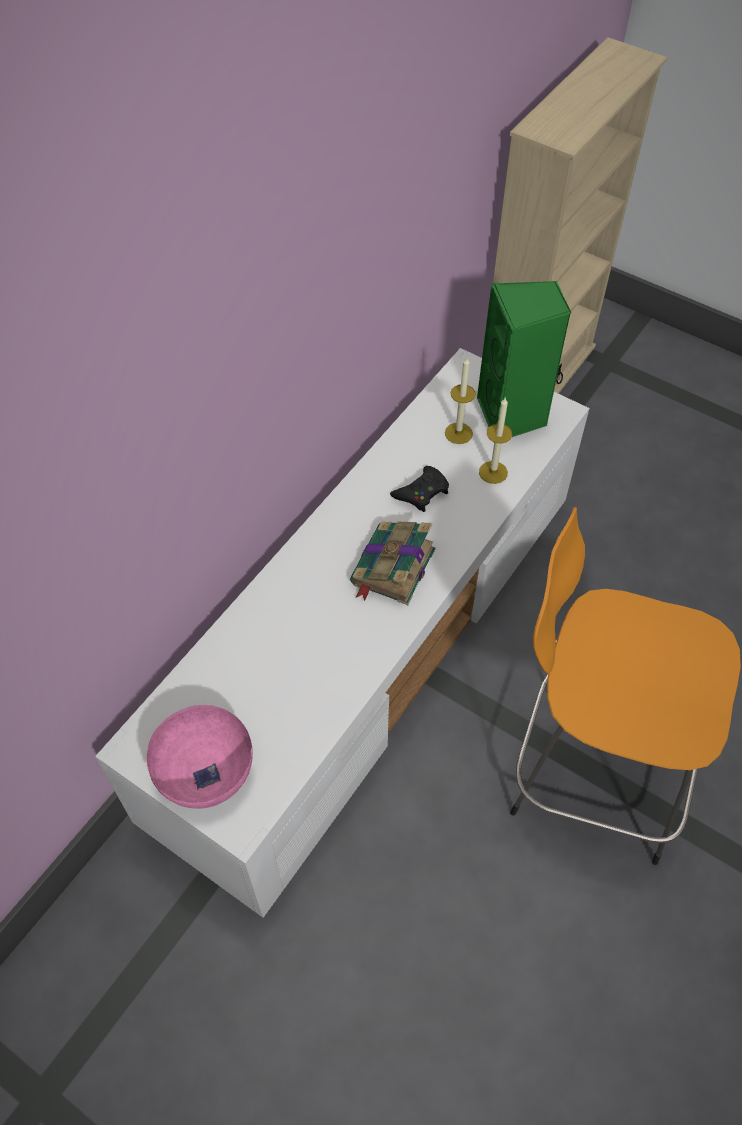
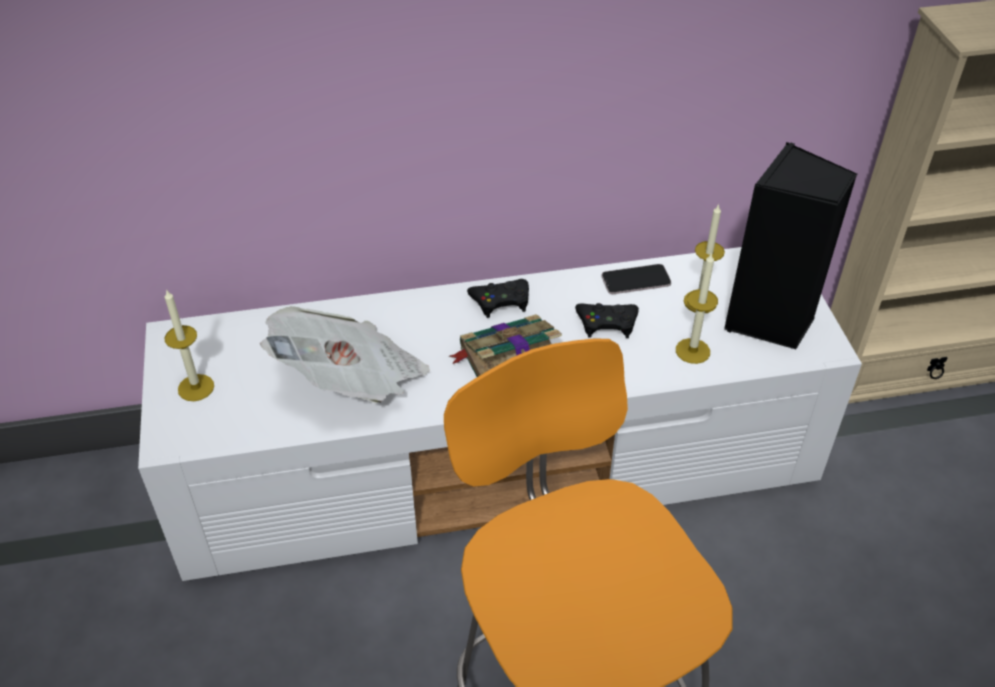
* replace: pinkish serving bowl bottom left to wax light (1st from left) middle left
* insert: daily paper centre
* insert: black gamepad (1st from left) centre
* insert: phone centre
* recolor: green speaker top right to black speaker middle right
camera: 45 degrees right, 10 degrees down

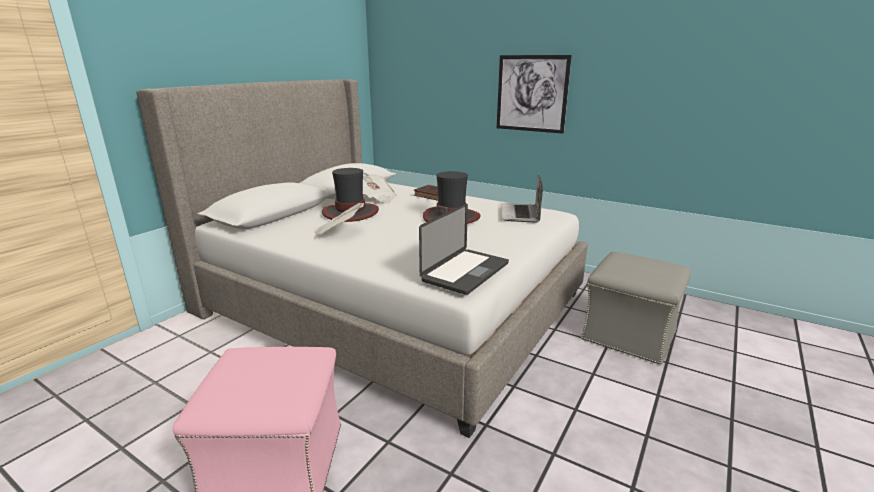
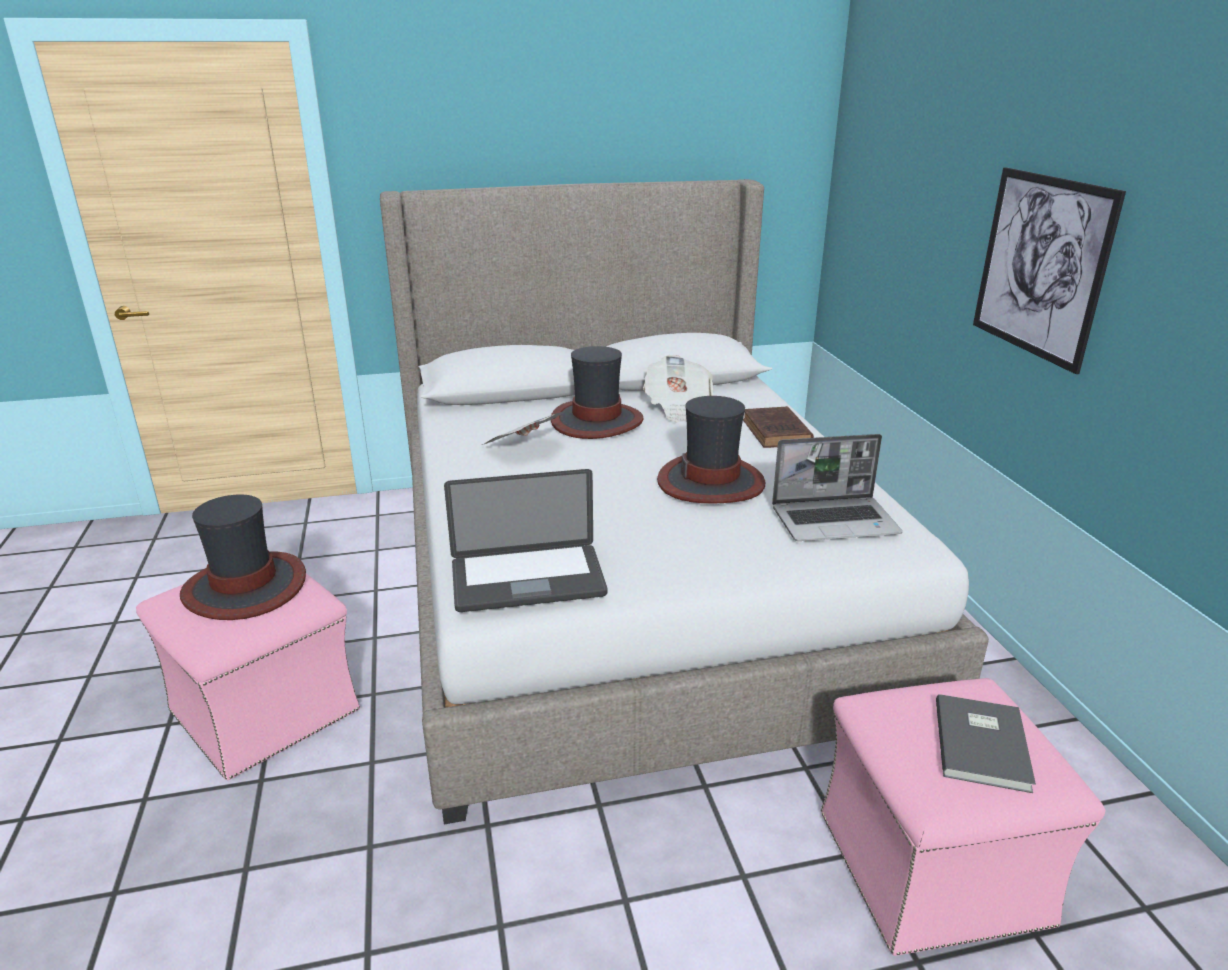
* insert: clothing hat (1st from left) middle left
* rotate: laptop (2nd from left) centre = middle right 150 degrees counterclockwise
* recolor: grey ottoman middle right to pinkish ottoman (2nd from left) bottom right
* insert: grey bound book bottom right
camera: 45 degrees right, 5 degrees up

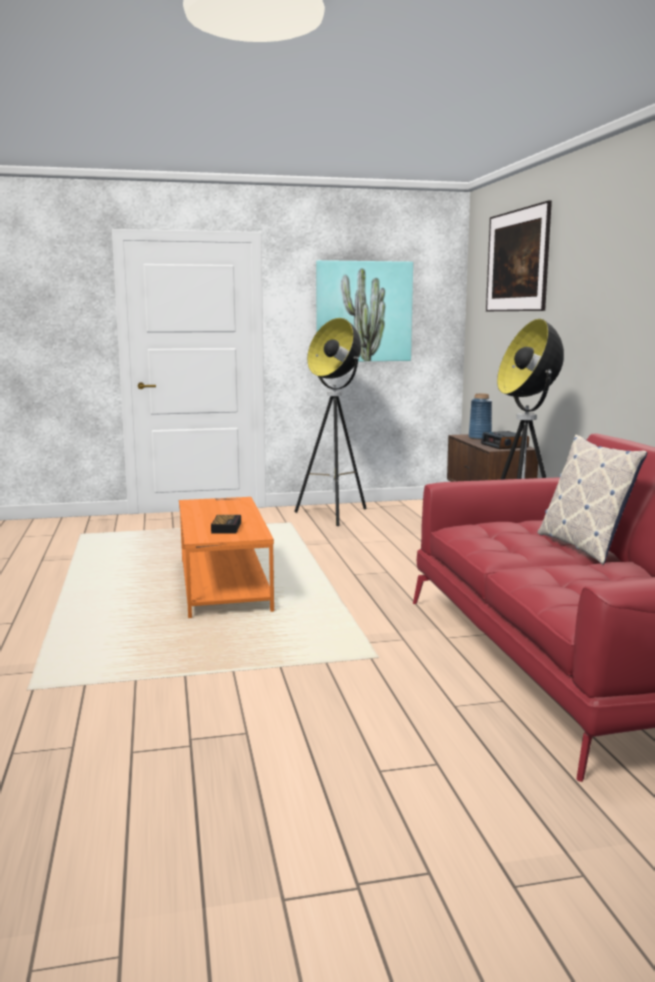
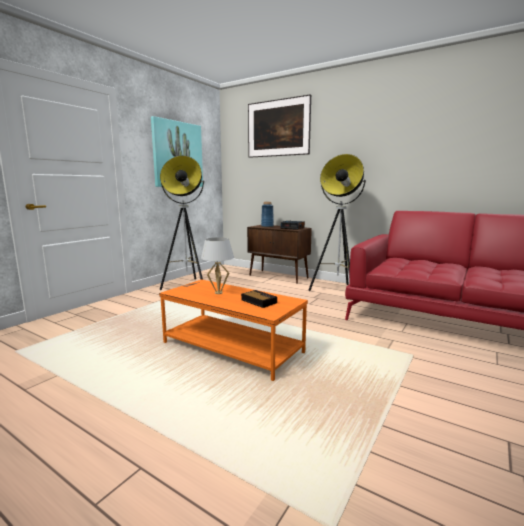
* insert: whitish lamp for a table centre
* delete: pillow middle right
camera: 45 degrees left, 0 degrees up

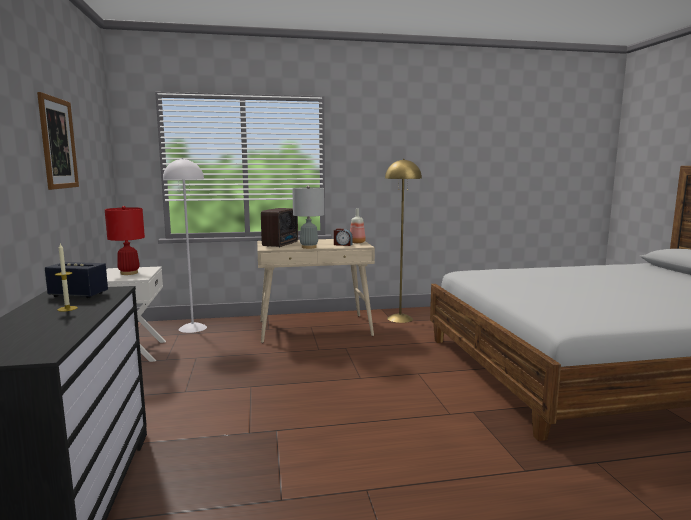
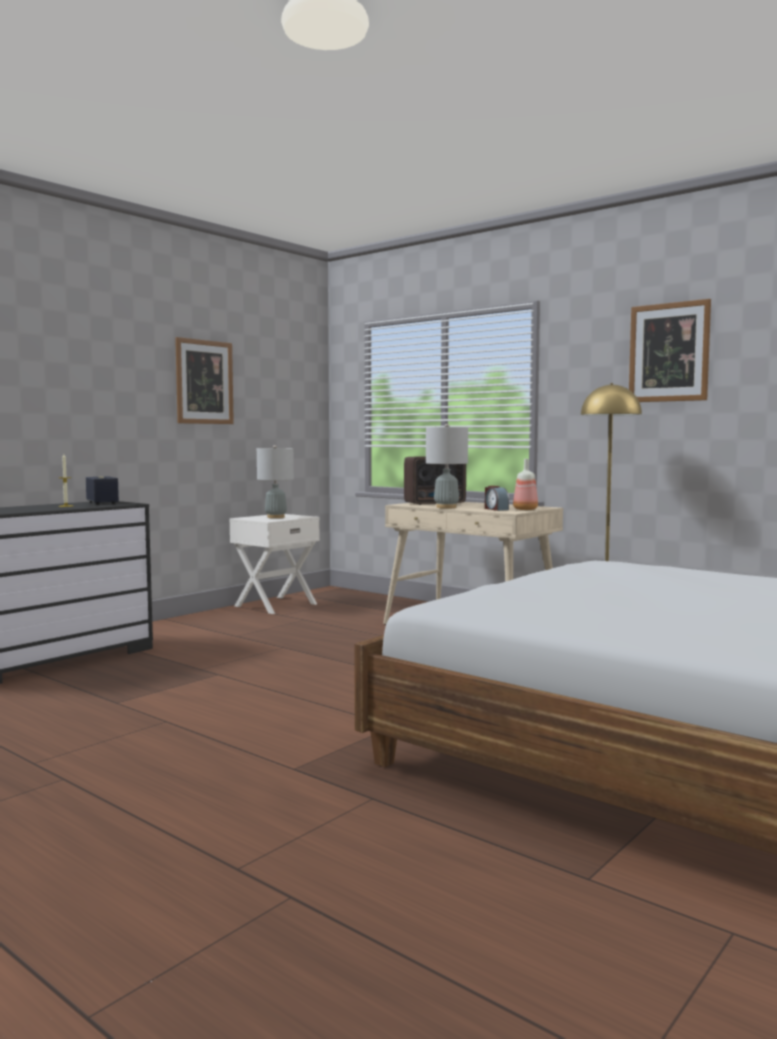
* recolor: red-coloured lamp for a table middle left to grey lamp for a table (1st from left) centre
* insert: picture (2nd from left) middle right
* delete: whitish floor lamp middle left
camera: 50 degrees right, 5 degrees down

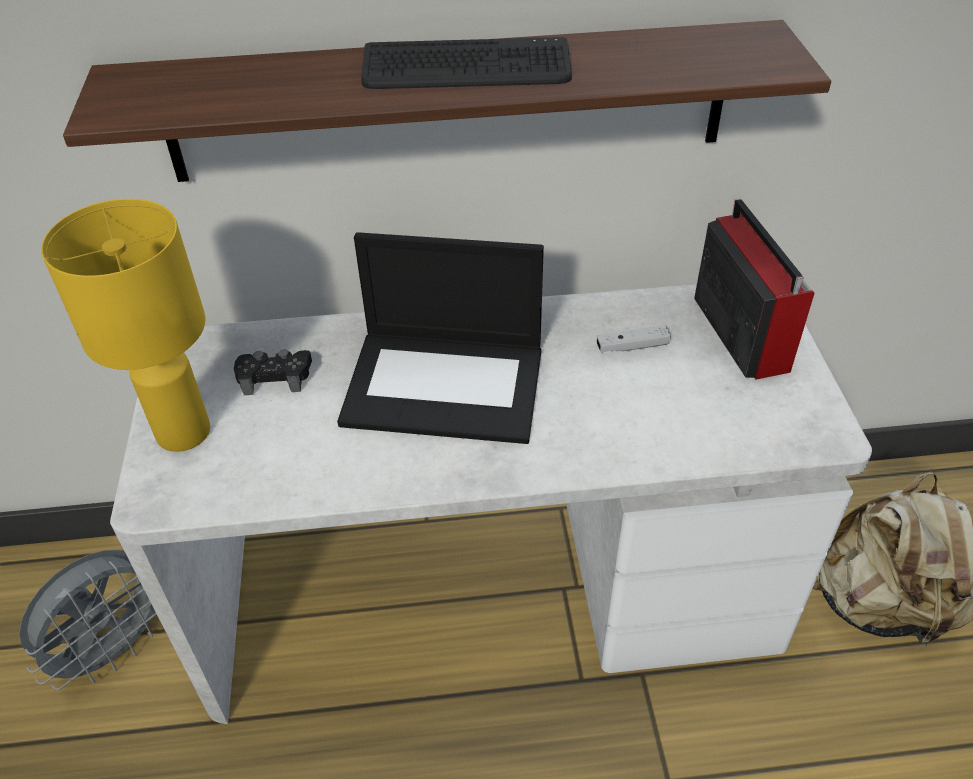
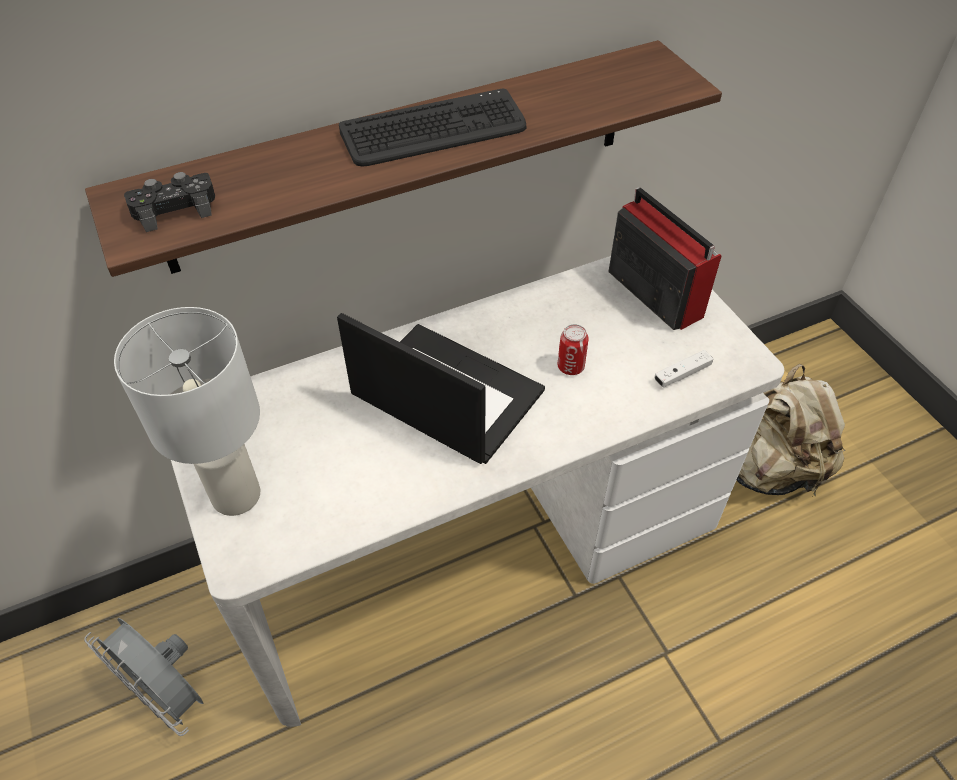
* rotate: grey cooling fan bottom left = bottom left 105 degrees clockwise
* recolor: yellowish lamp for a table middle left to whitish lamp for a table middle left
* move: black gamepad middle left to top left
* rotate: laptop centre = centre 135 degrees counterclockwise
* insert: sealed can centre
* move: whitish gamepad centre to middle right
camera: 20 degrees left, 5 degrees up

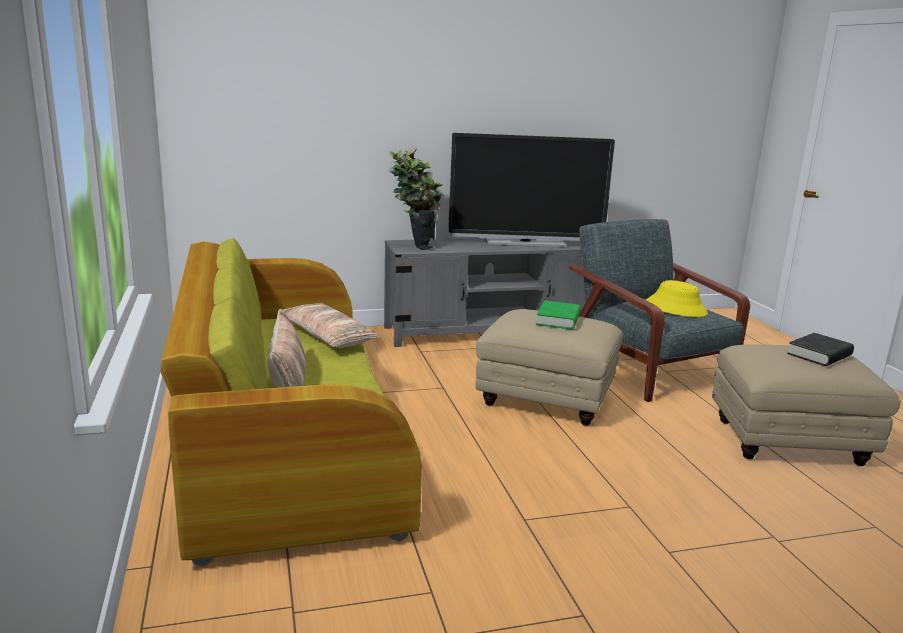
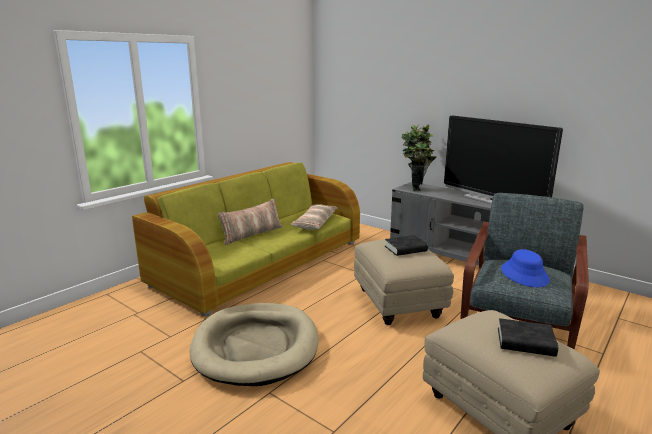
* insert: beige-coloured dog cushion bottom centre
* recolor: green bound book centre to black bound book (1st from left) centre
* recolor: yellowish clothing hat middle right to blue clothing hat middle right
camera: 55 degrees right, 0 degrees up

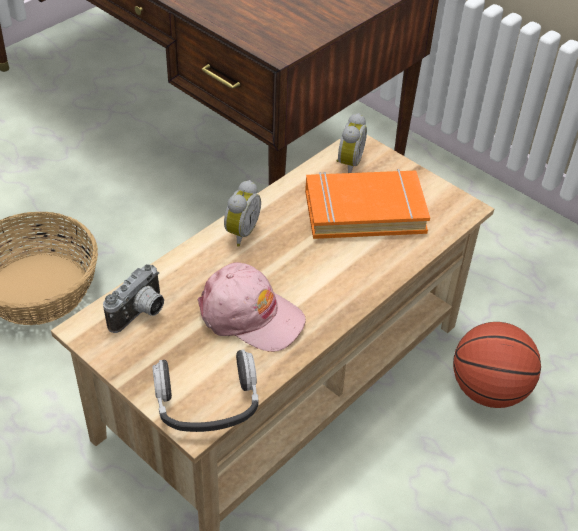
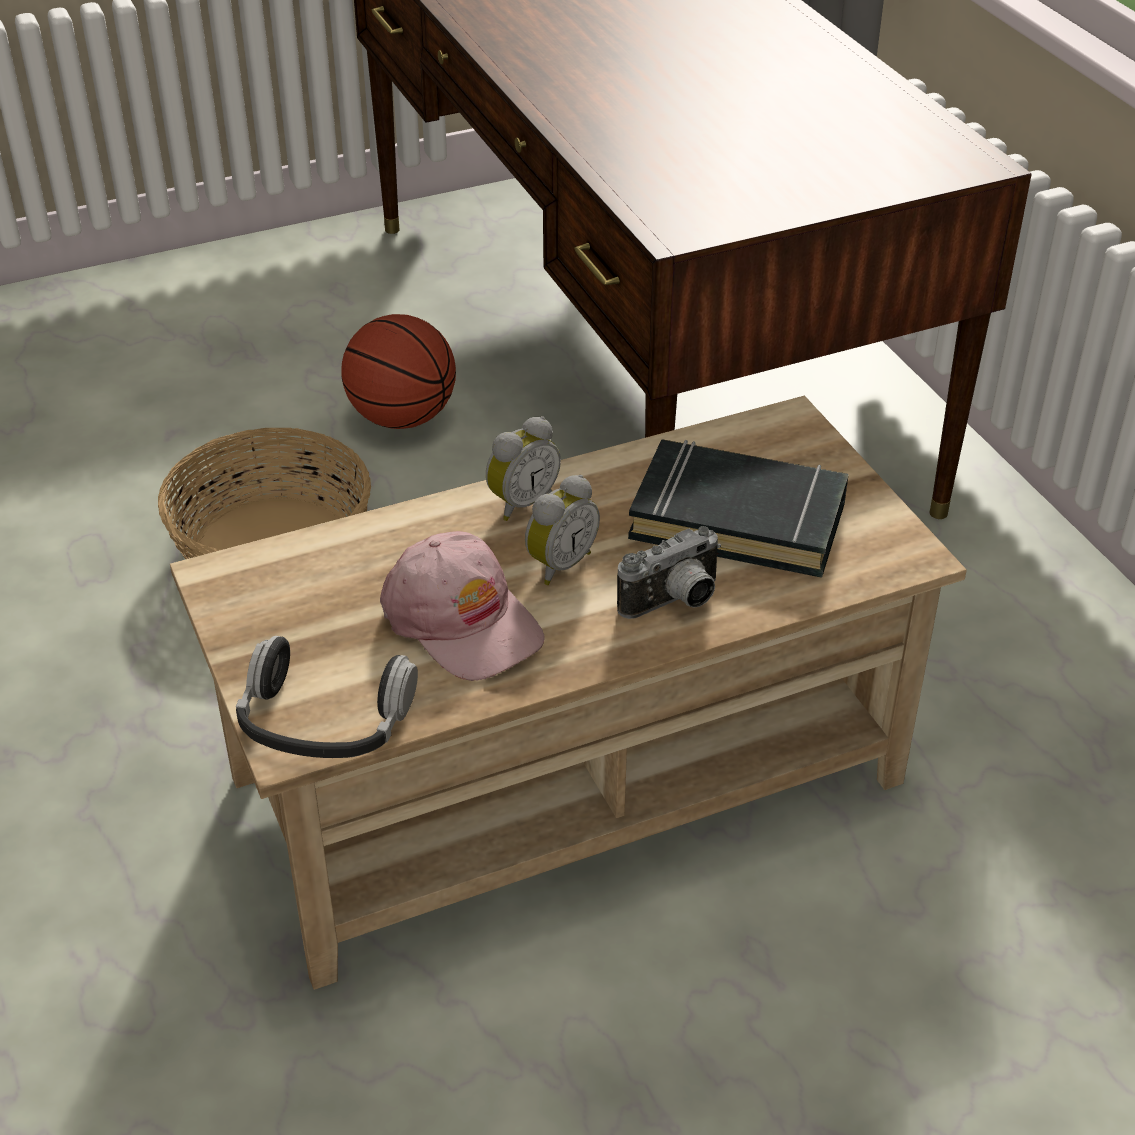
* move: basketball ball bottom right to top centre
* move: table clock (2nd from left) top centre to centre
* move: photo camera middle left to centre
* recolor: orange bound book centre to black bound book centre
camera: 25 degrees right, 5 degrees down

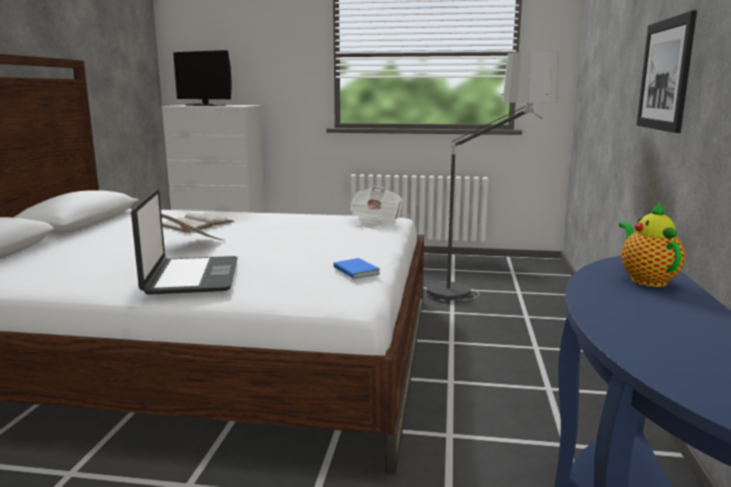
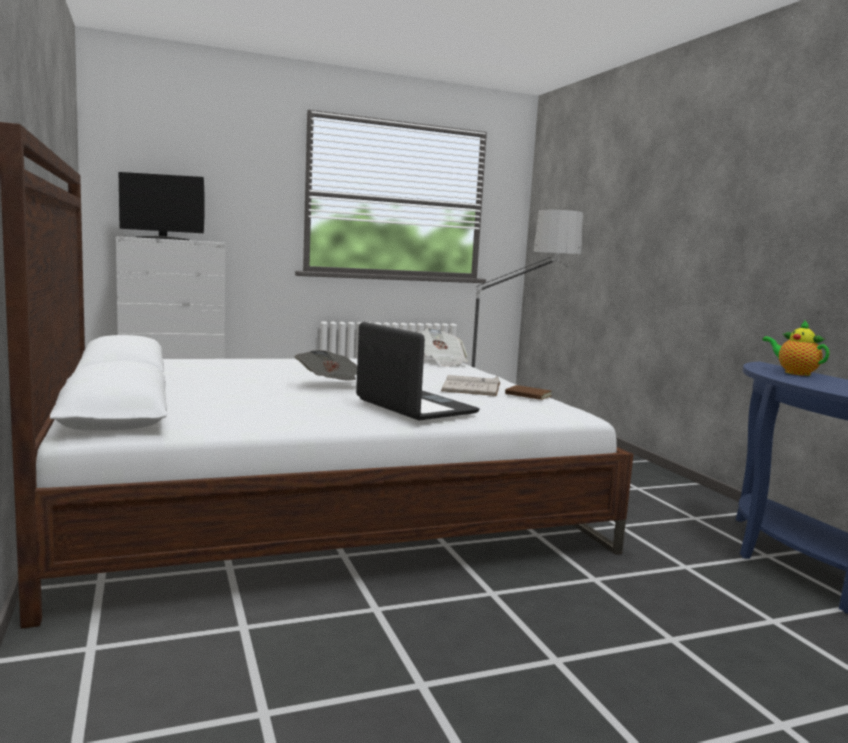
* move: whitish bound book middle left to centre
* recolor: blue bound book centre to brownish bound book centre
* delete: picture top right
camera: 30 degrees left, 5 degrees down

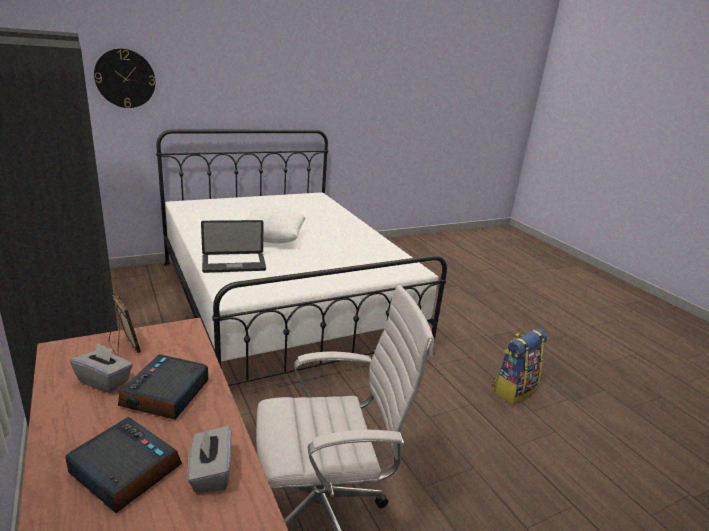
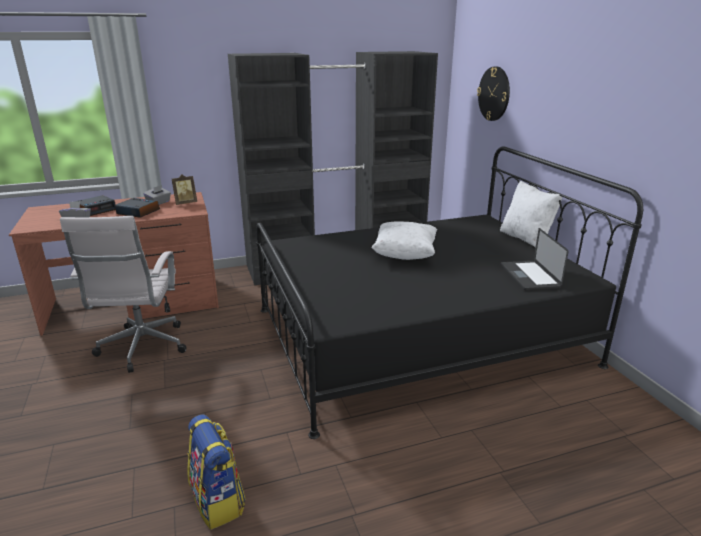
* recolor: whitish bed centre to black bed centre
* insert: whitish pillow (2nd from left) middle right
* move: laptop middle left to middle right
camera: 100 degrees right, 0 degrees up

